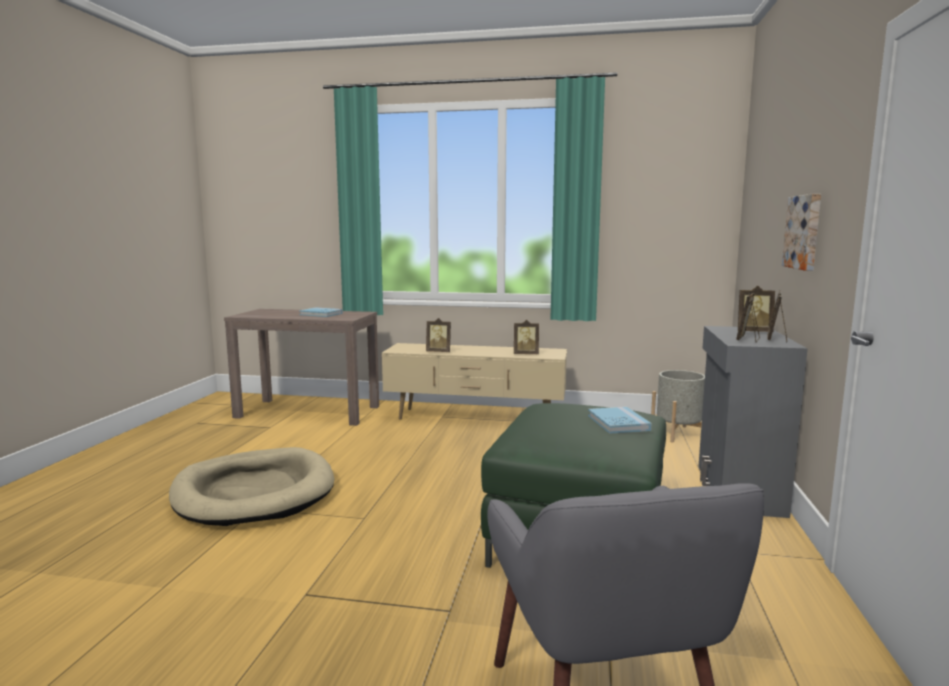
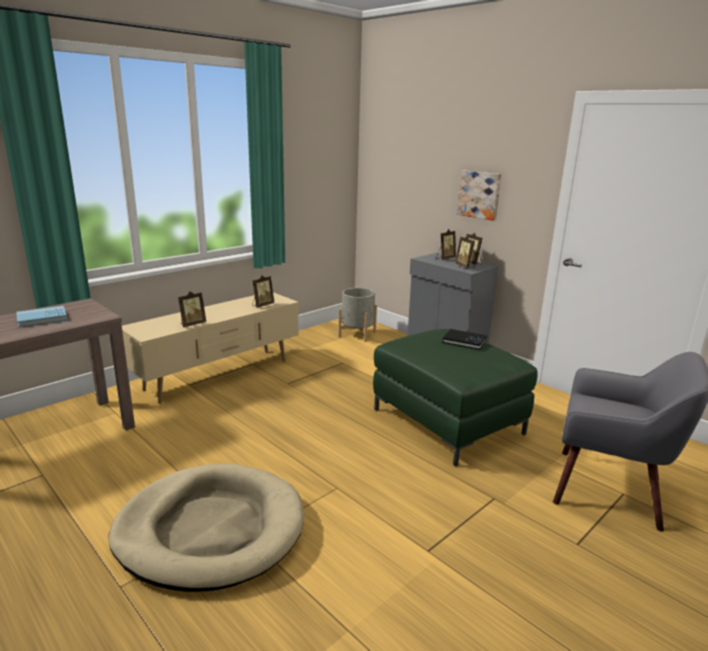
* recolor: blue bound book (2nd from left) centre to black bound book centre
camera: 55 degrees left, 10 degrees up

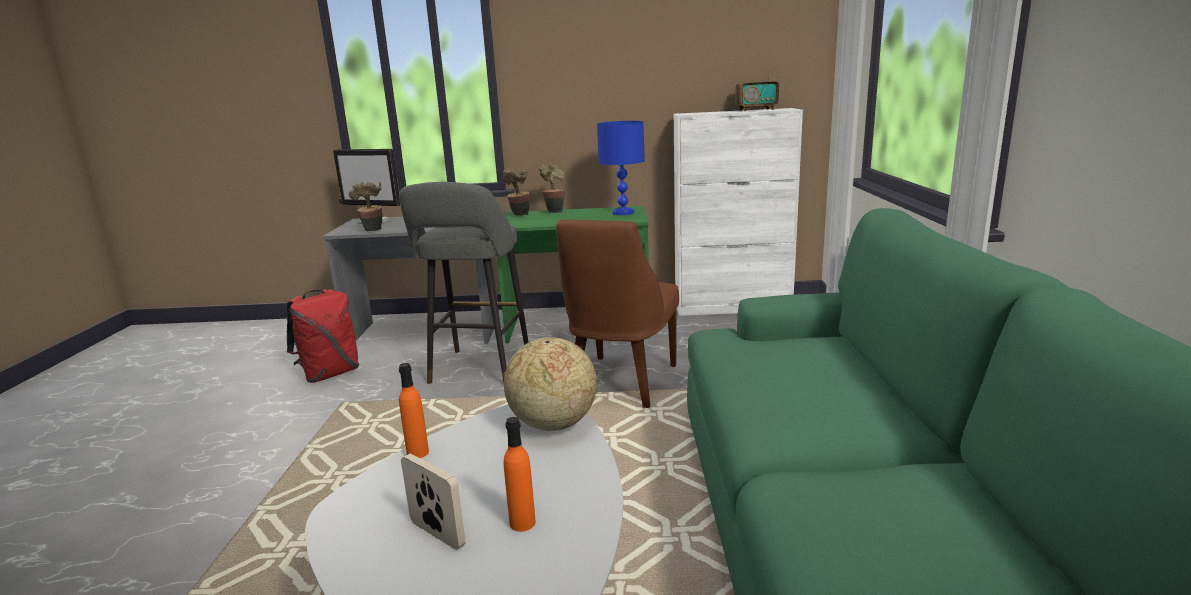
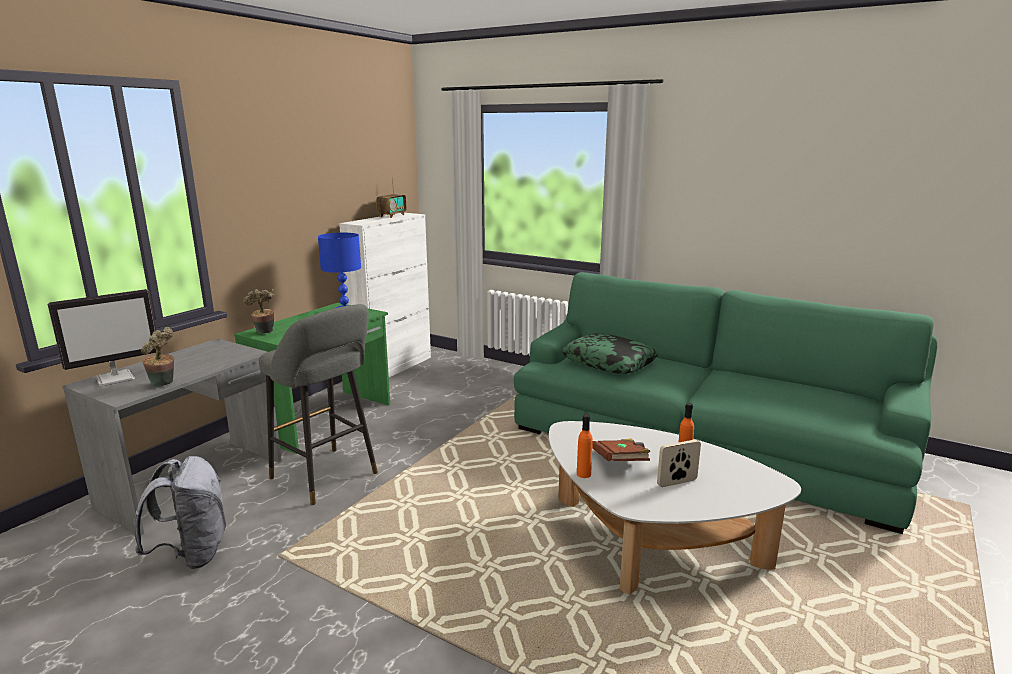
* recolor: red-coloured backpack middle left to grey backpack bottom left
* insert: pillow centre
* insert: brownish bound book bottom centre
* delete: desk globe centre
* delete: houseplant (3rd from left) top centre
* delete: brownish plain chair centre
camera: 60 degrees left, 0 degrees up

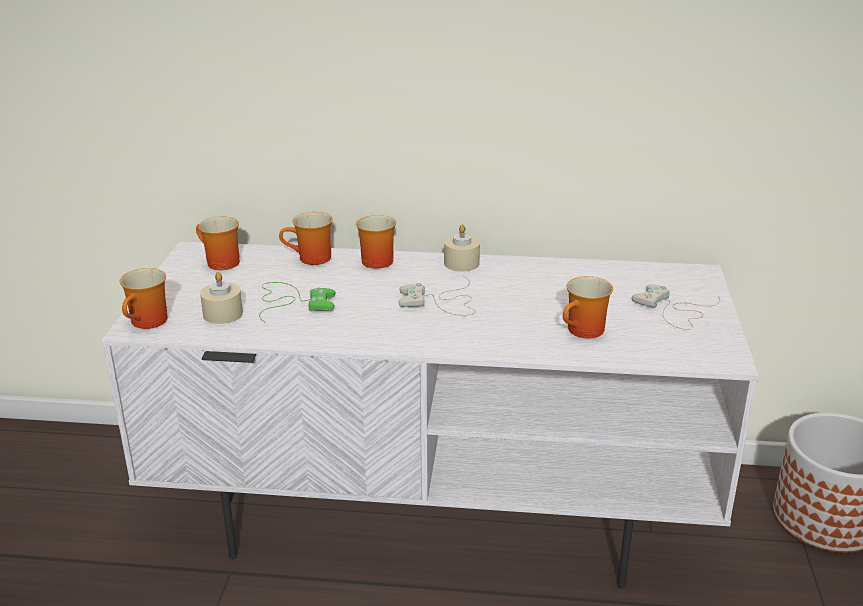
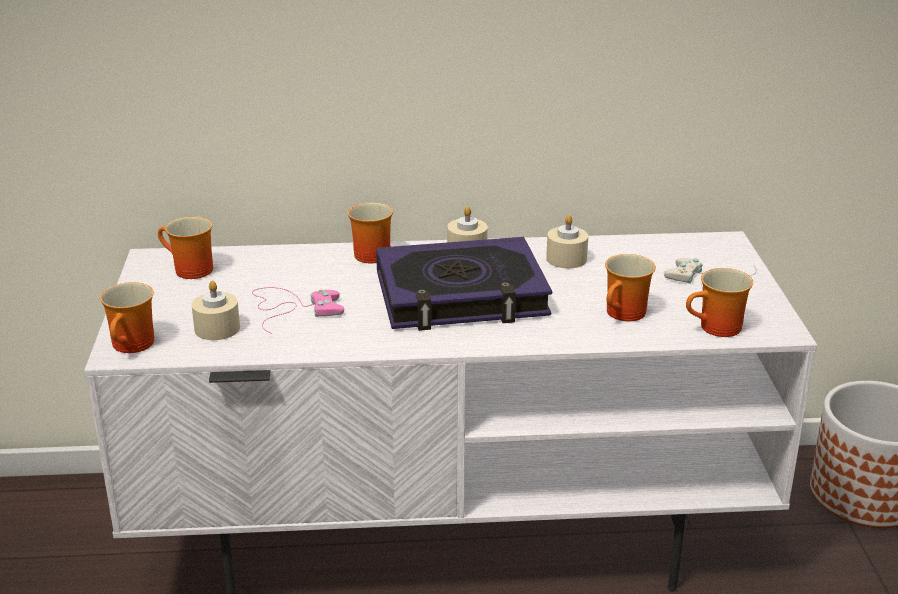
* recolor: green gamepad centre to pinkish gamepad middle left
* replace: whitish gamepad (1st from left) centre to bound book centre
* insert: beige-coloured wax light (3rd from left) centre
* move: coffee mug (3rd from left in the first image) centre to coffee mug (5th from left) middle right
camera: 10 degrees left, 0 degrees up

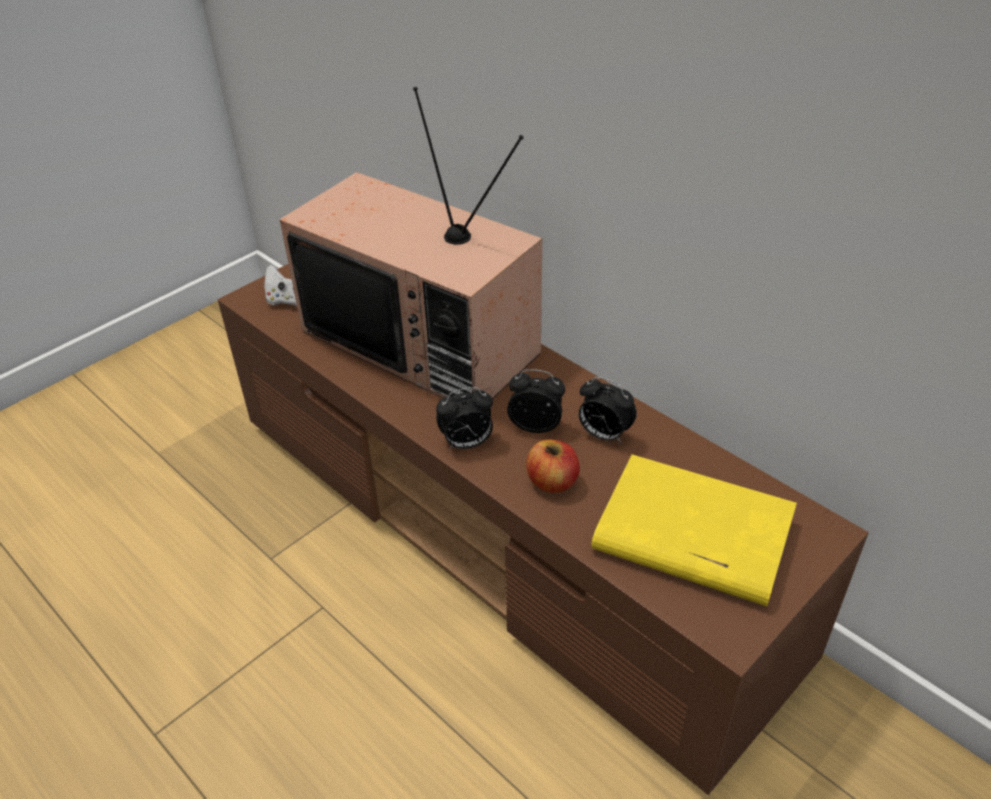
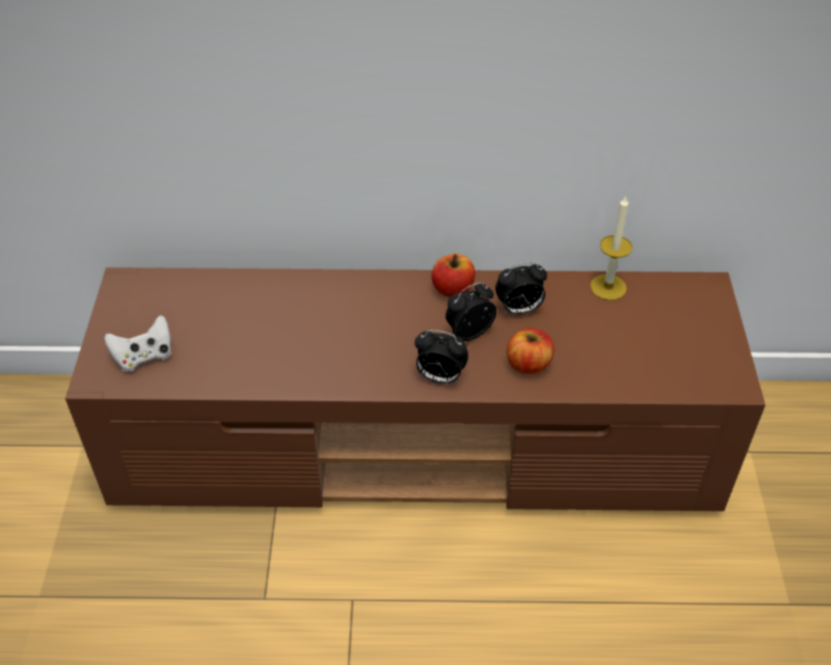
* rotate: table clock (1st from left) centre = centre 75 degrees clockwise
* insert: apple fruit (1st from left) centre
* insert: wax light middle right
* delete: TV top centre
* delete: yellowish bound book middle right
camera: 45 degrees left, 5 degrees up

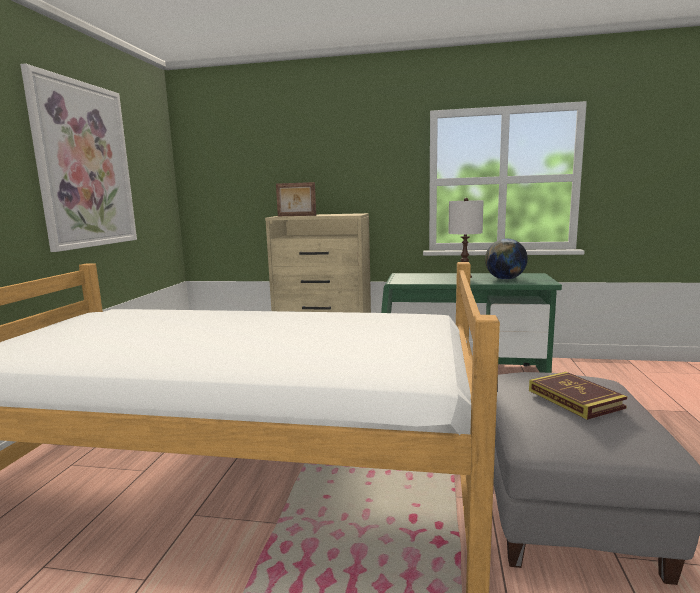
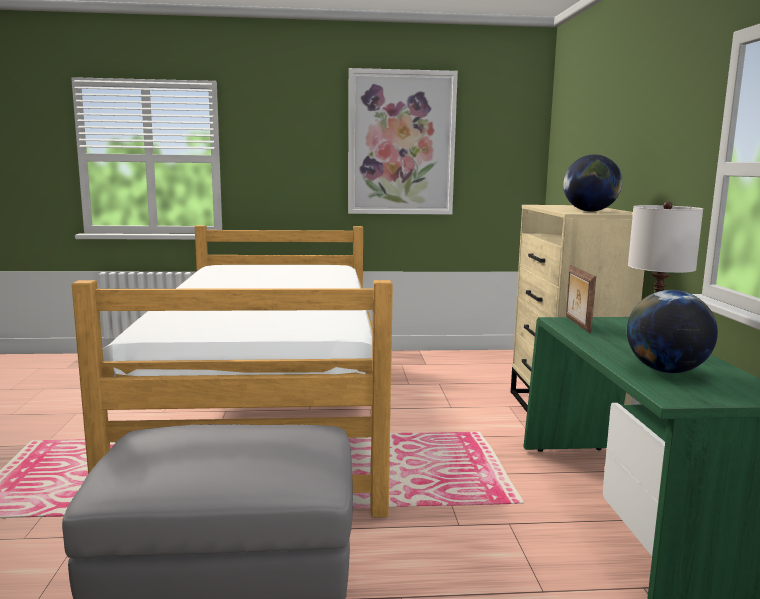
* insert: desk globe (1st from left) top right
* move: standing frame centre to middle right
* delete: bound book bottom right
camera: 75 degrees right, 0 degrees up

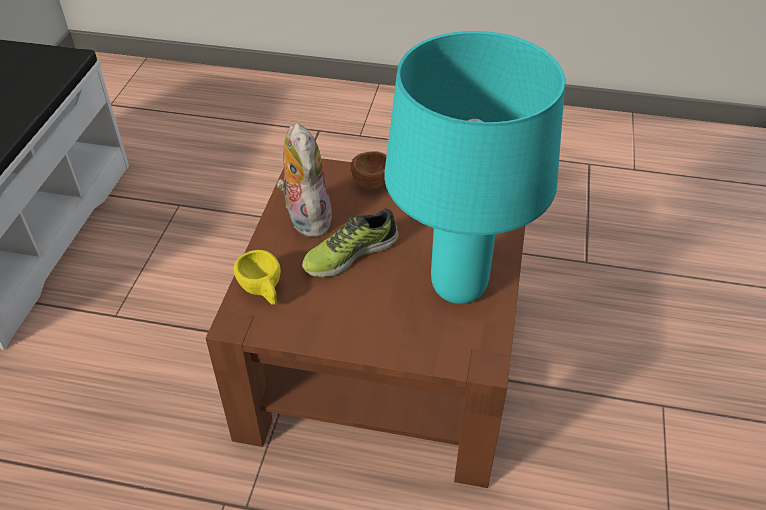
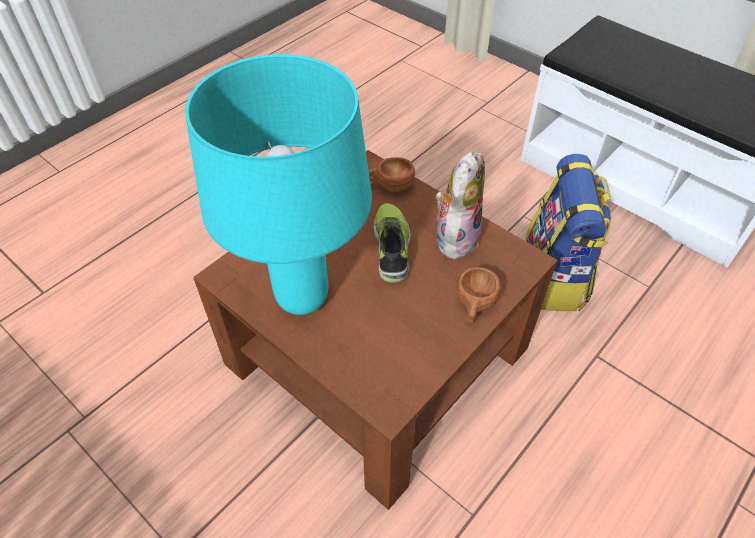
* recolor: yellowish cup centre to brownish cup (1st from left) top centre
* rotate: plush toy centre = centre 75 degrees counterclockwise
* insert: backpack middle right
camera: 120 degrees right, 5 degrees up

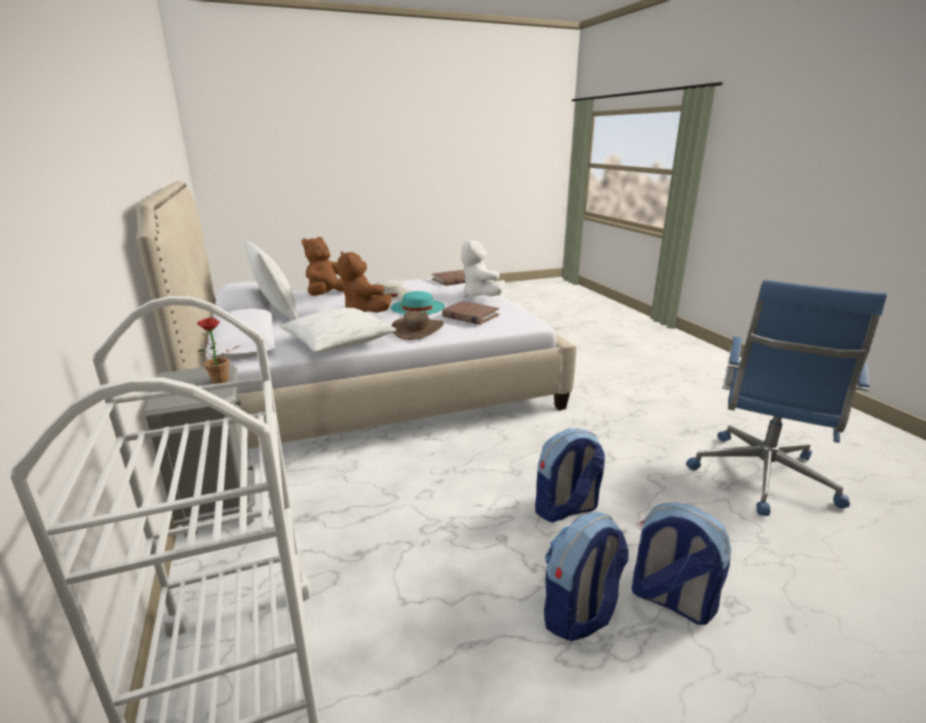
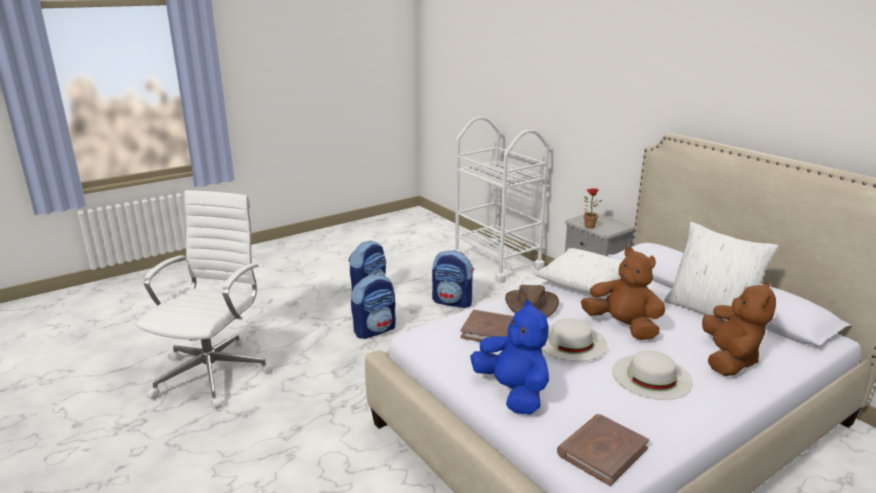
* recolor: blue desk chair middle right to whitish desk chair middle left
* move: backpack (3rd from left) bottom right to centre
* recolor: whitish plush toy centre to blue plush toy bottom centre
* recolor: turquoise clothing hat centre to whitish clothing hat (1st from left) bottom centre
camera: 165 degrees right, 0 degrees up

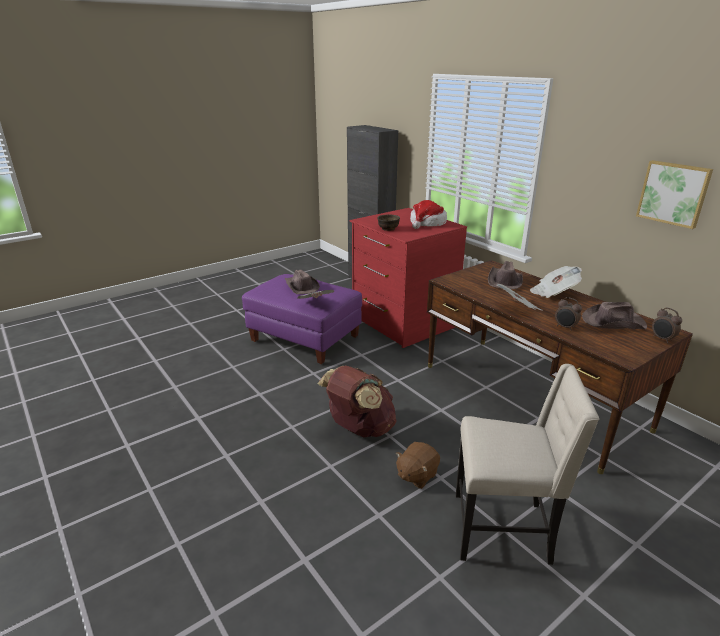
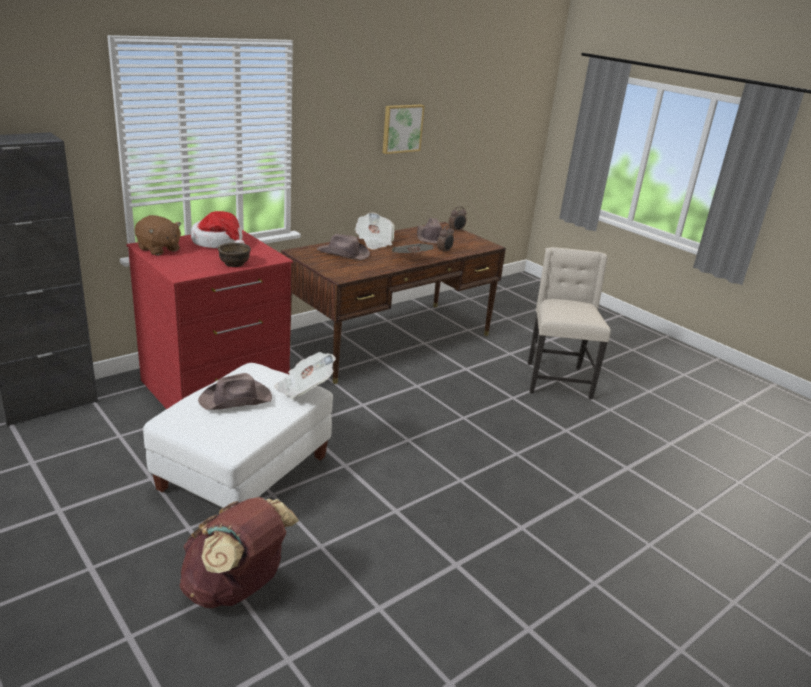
* move: brownish plush toy bottom centre to middle left
* recolor: purplish ottoman centre to whitish ottoman middle left
* move: brownish backpack centre to bottom left
camera: 95 degrees left, 0 degrees up

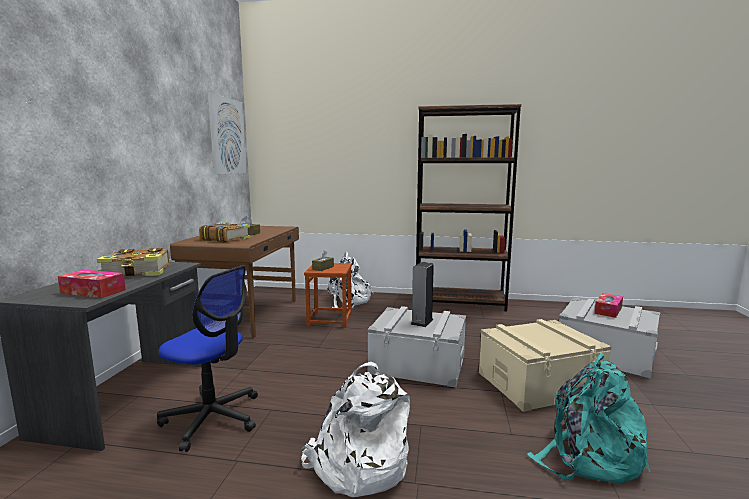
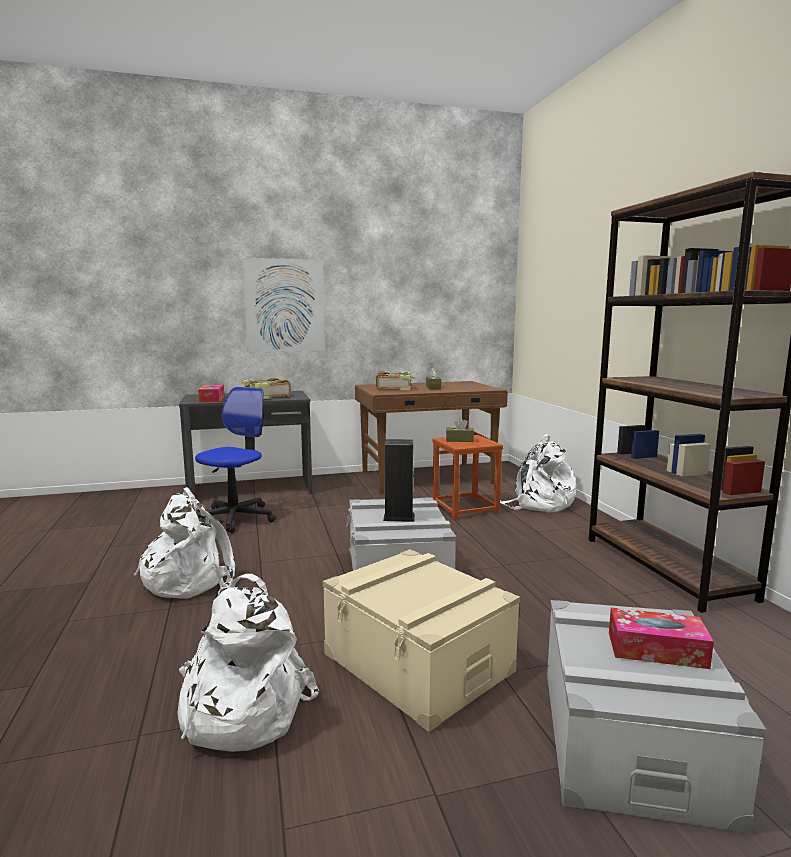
* recolor: turquoise backpack bottom right to whitish backpack (2nd from left) bottom left
* rotate: desk chair bottom left = middle left 150 degrees counterclockwise
* move: picture top left to centre
camera: 65 degrees right, 0 degrees up

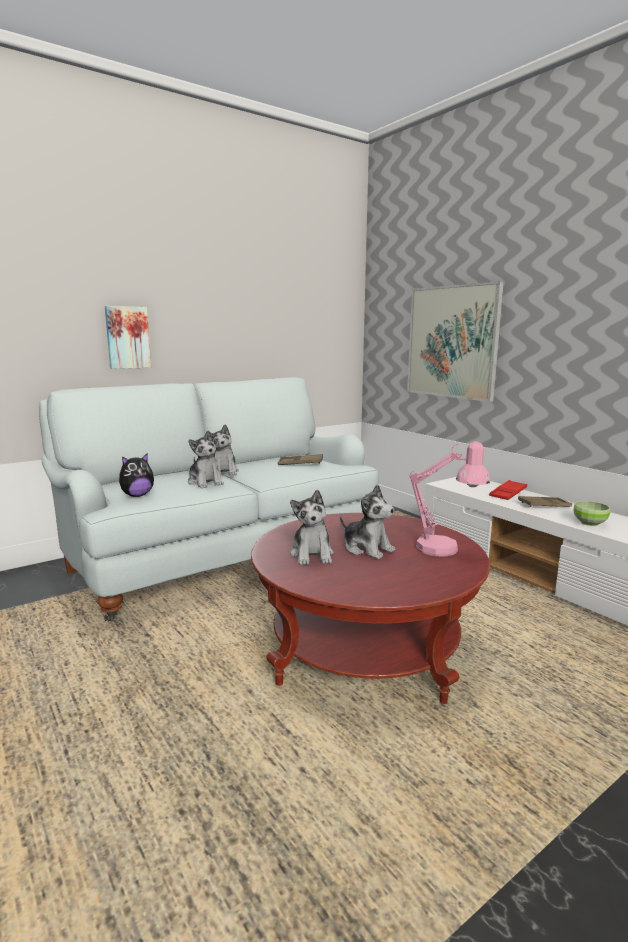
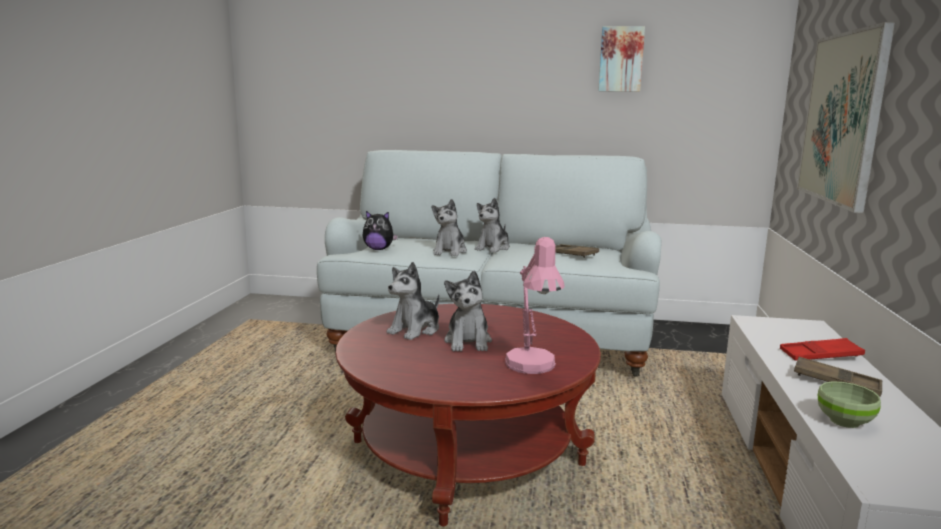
* move: picture (1st from left) middle left to top centre
camera: 45 degrees right, 0 degrees up

